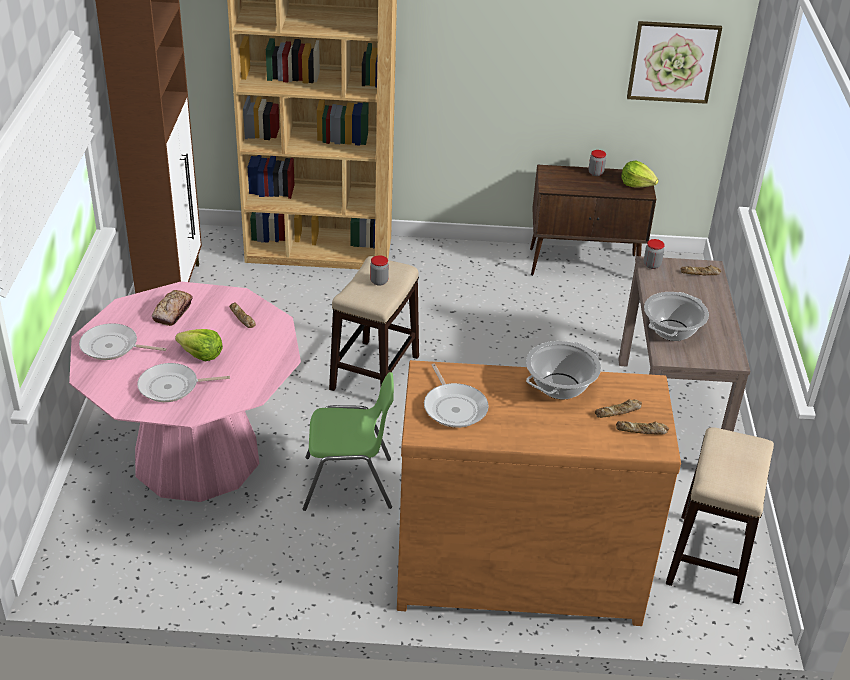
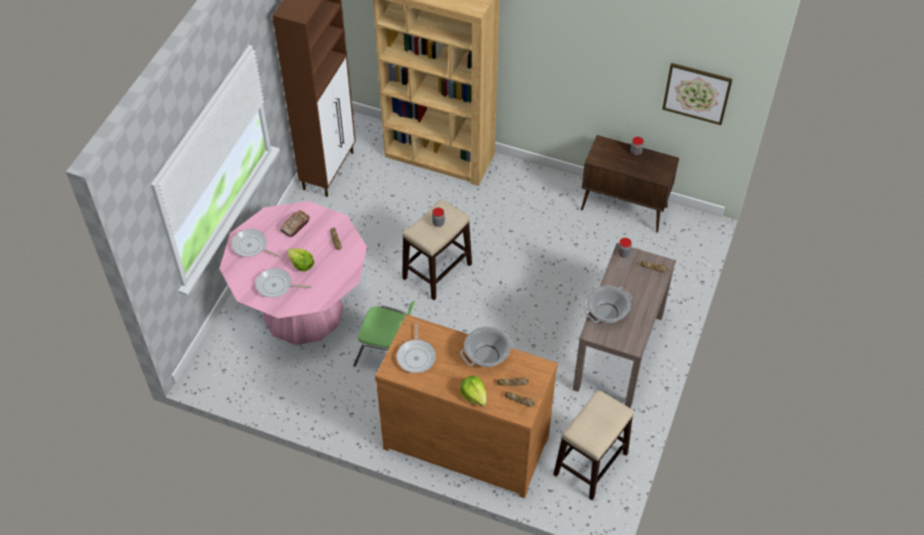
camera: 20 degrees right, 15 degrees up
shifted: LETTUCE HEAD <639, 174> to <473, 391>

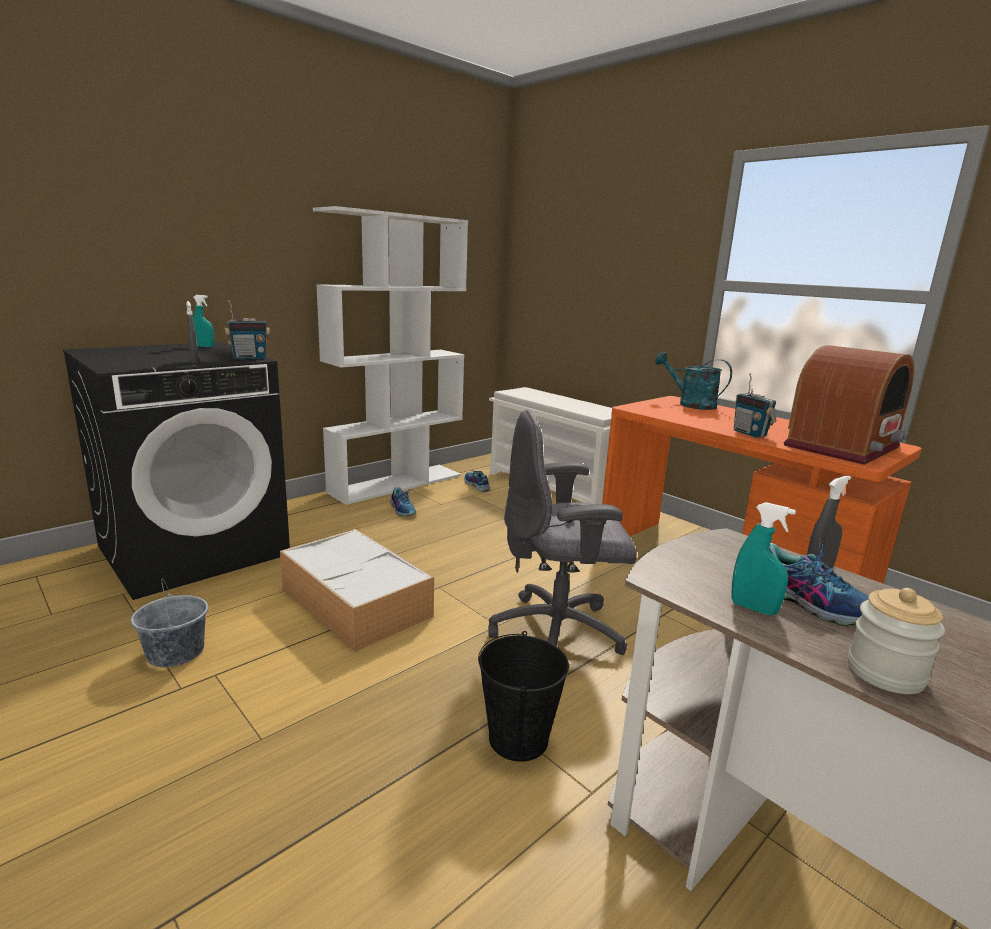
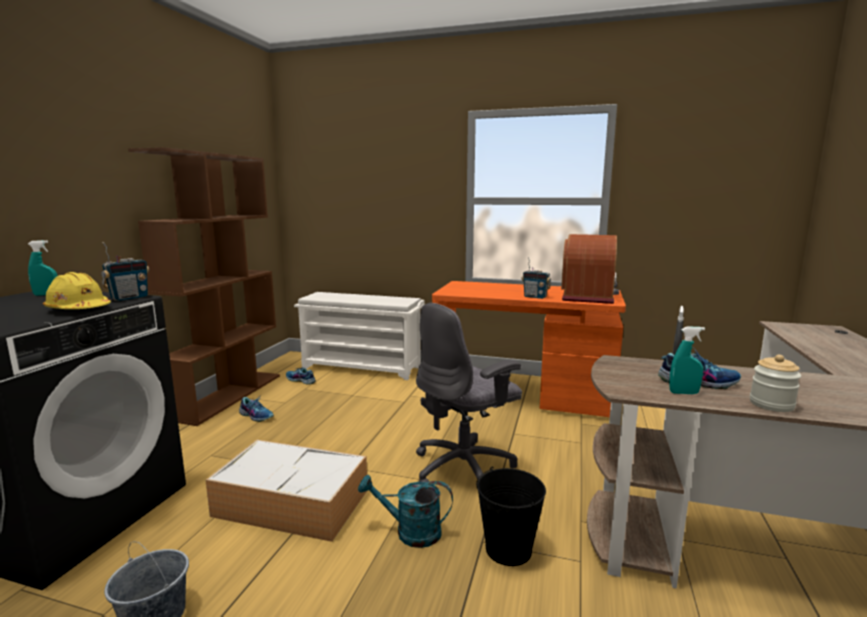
camera: 30 degrees left, 5 degrees down
shifted: BLUE-GREEN SPRINKLING CAN <693, 381> to <405, 511>
swapped: GREYISH SPRAYER <192, 332> to YELLOW WORK HELMET <77, 290>
repainted: WHITISH BOOKCASE <390, 355> to BROWNISH BOOKCASE <204, 286>

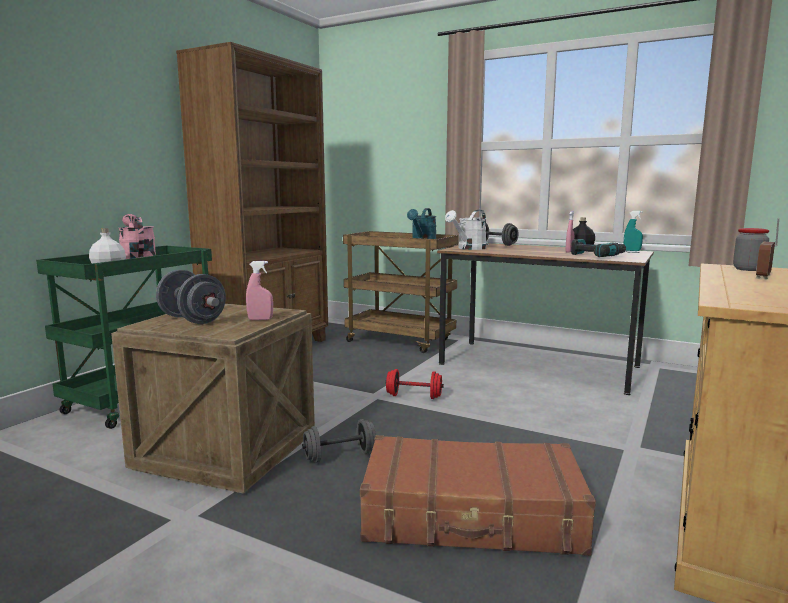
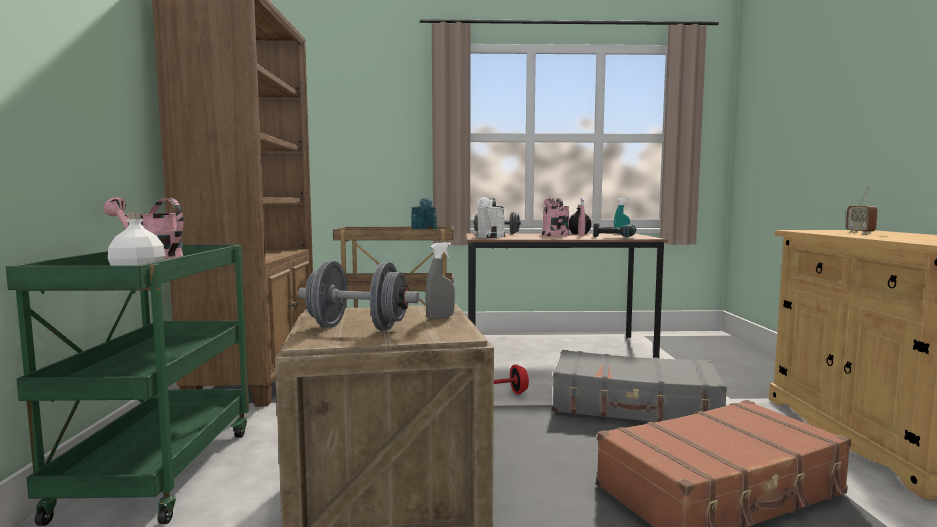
camera: 30 degrees left, 5 degrees down
gone: GREYISH FREE WEIGHT <339, 441>; JAR <751, 249>
new: PINK SPRINKLING CAN <556, 217>; GREYISH PIECE OF LUGGAGE <640, 386>
repainted: PINK SPRAYER <259, 290> to GREYISH SPRAYER <440, 281>

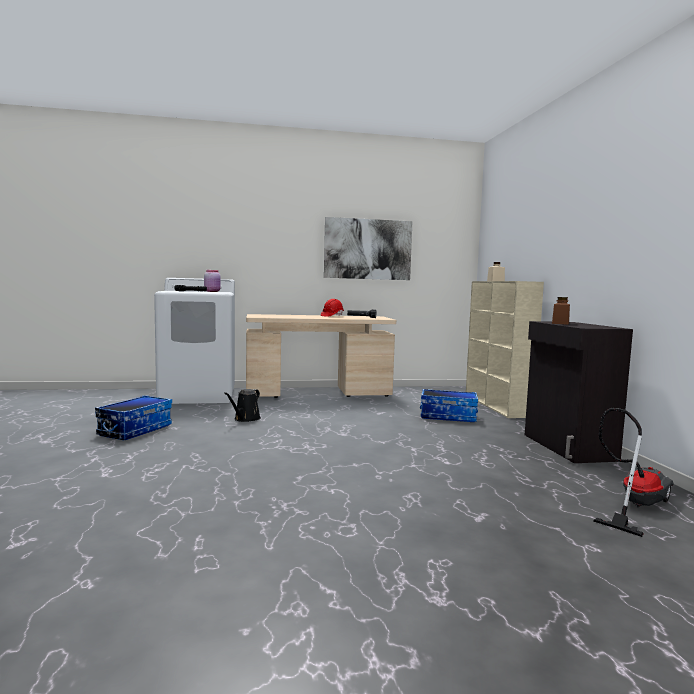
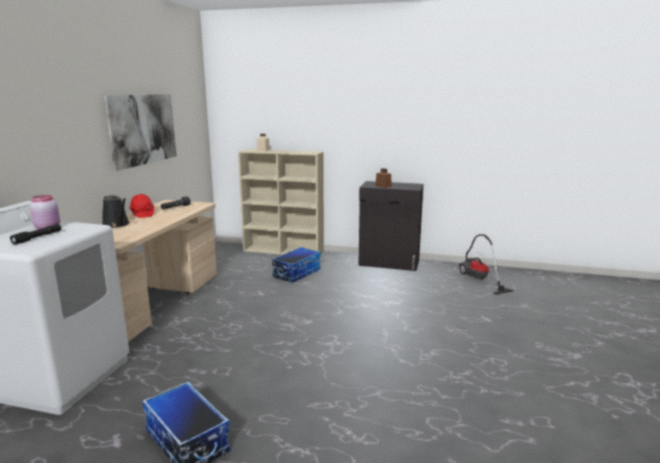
camera: 65 degrees left, 10 degrees up
shifted: BLACKISH SPRINKLING CAN <242, 405> to <115, 211>

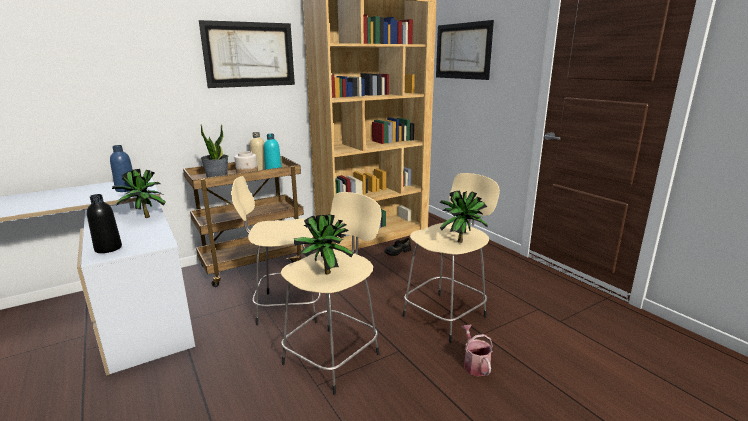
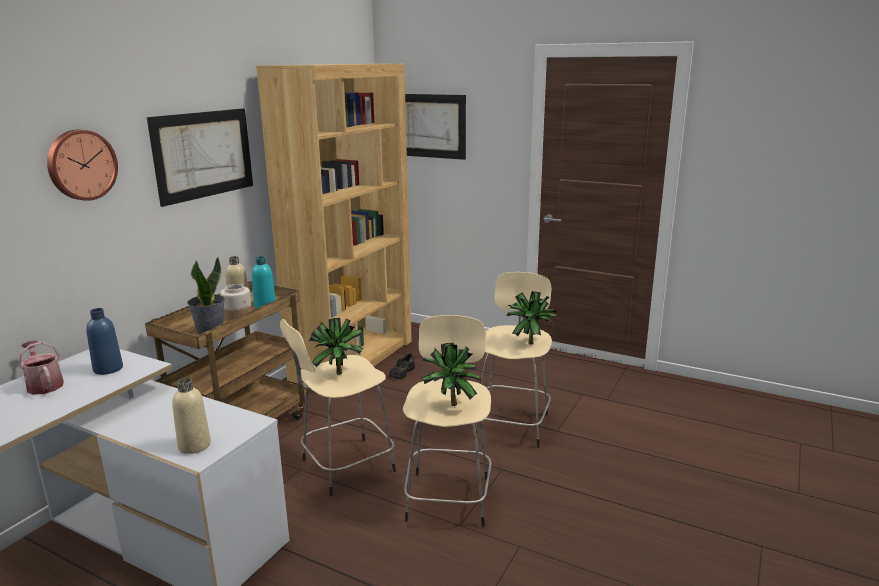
camera: 30 degrees left, 0 degrees up
new: HANGING CLOCK <82, 165>
shifted: SPRINKLING CAN <477, 350> to <41, 367>; POTTED PLANT <139, 193> to <336, 346>
repainted: BLACKISH BEVERAGE BOTTLE <104, 223> to BEIGE BEVERAGE BOTTLE <191, 416>

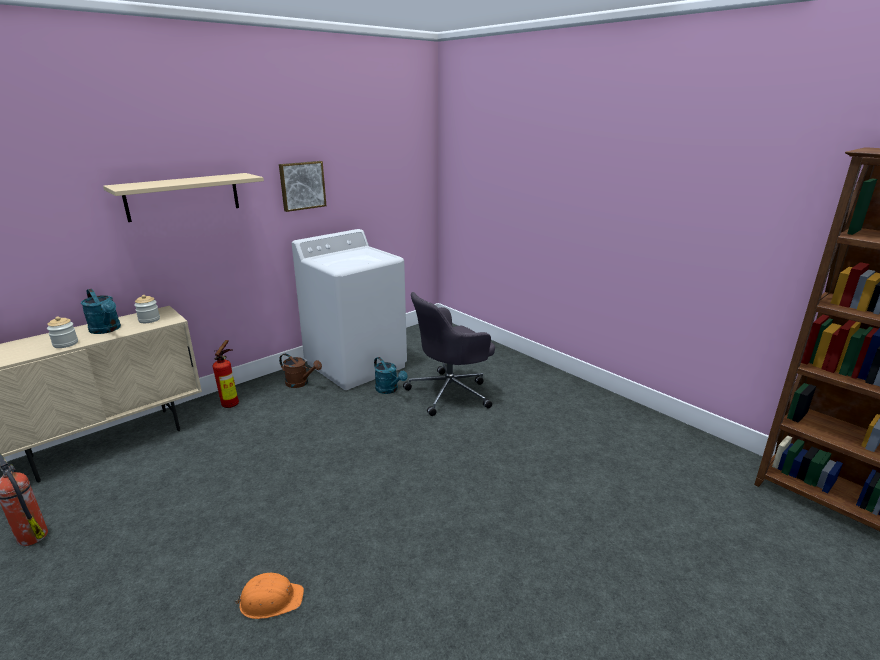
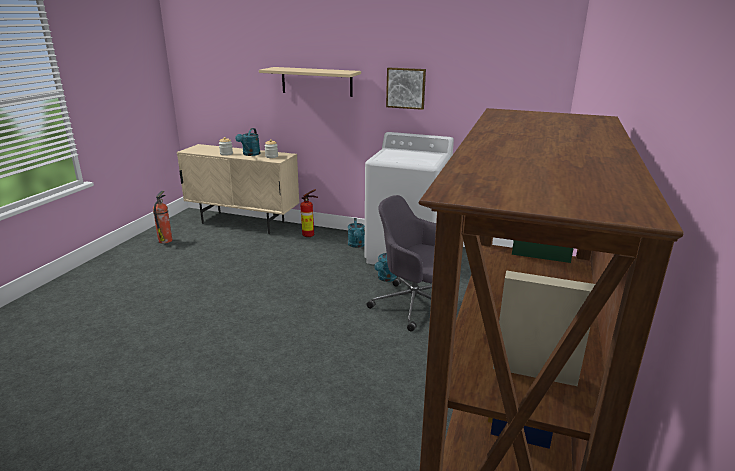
camera: 60 degrees right, 0 degrees up
gone: ORANGE WORK HELMET <269, 596>
repainted: BROWNISH SPRINKLING CAN <300, 371> to BLUE-GREEN SPRINKLING CAN <356, 233>

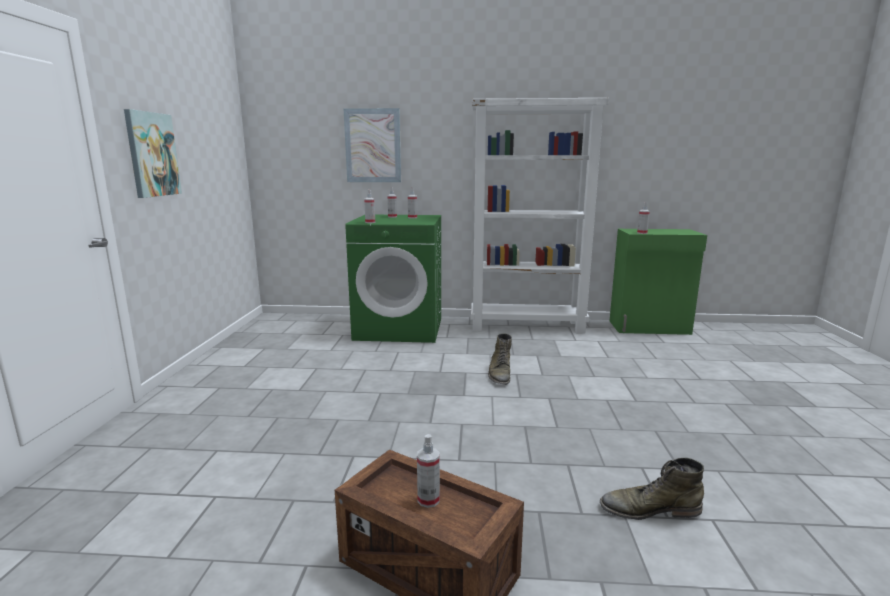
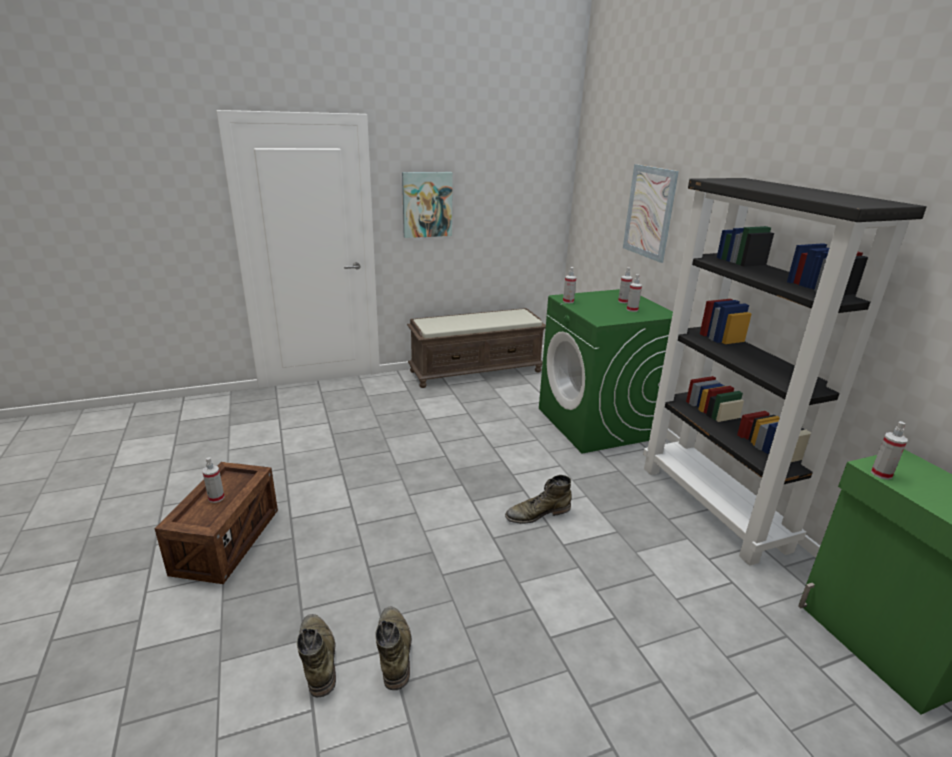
camera: 65 degrees right, 10 degrees up
new: GREENISH TALL BOOT <393, 648>; BROWNISH BENCH <476, 348>
repainted: WHITISH BOOKCASE <540, 216> to BLACKISH BOOKCASE <785, 372>

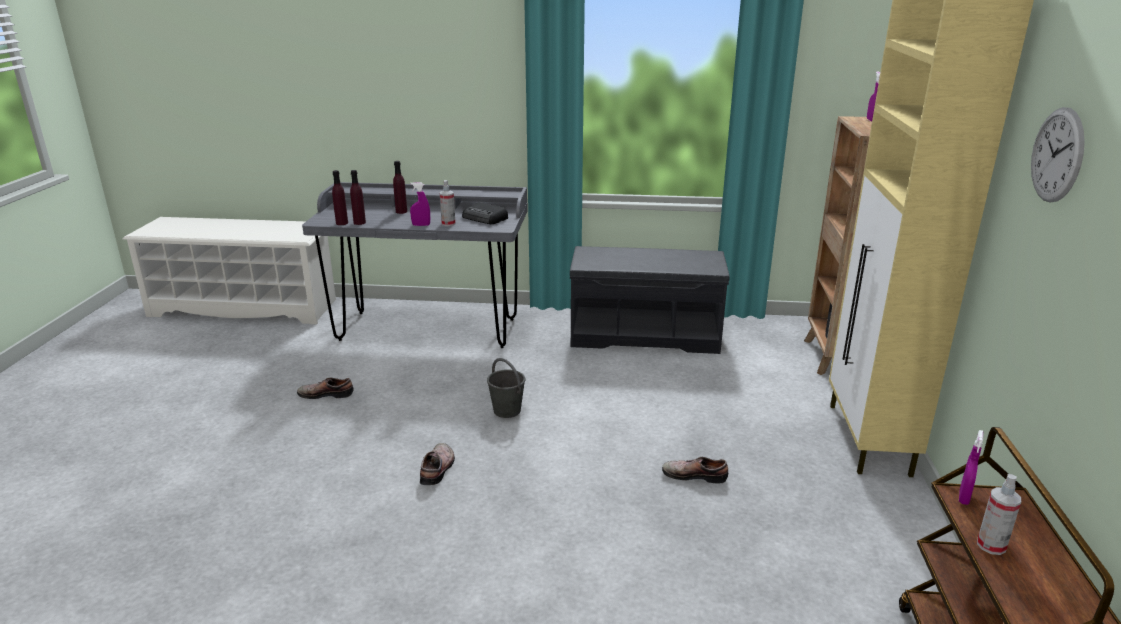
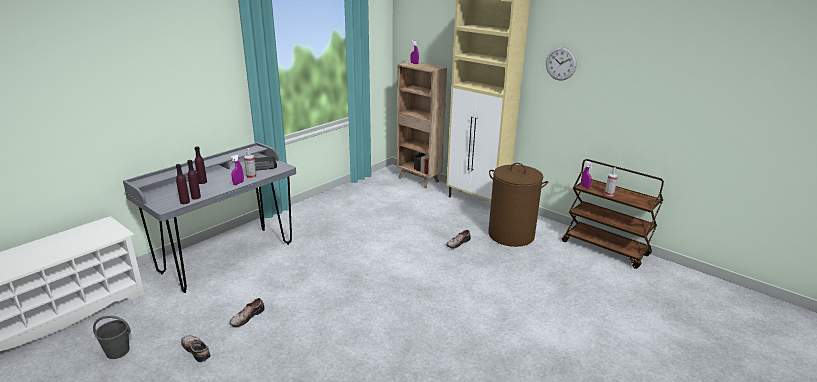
camera: 55 degrees left, 0 degrees up
gone: GREYISH BENCH <650, 300>
new: BROWNISH HAMPER <518, 205>
shifted: GREYISH BUCKET <506, 388> to <112, 337>; ITEM OF FOOTWEAR <437, 464> to <196, 349>

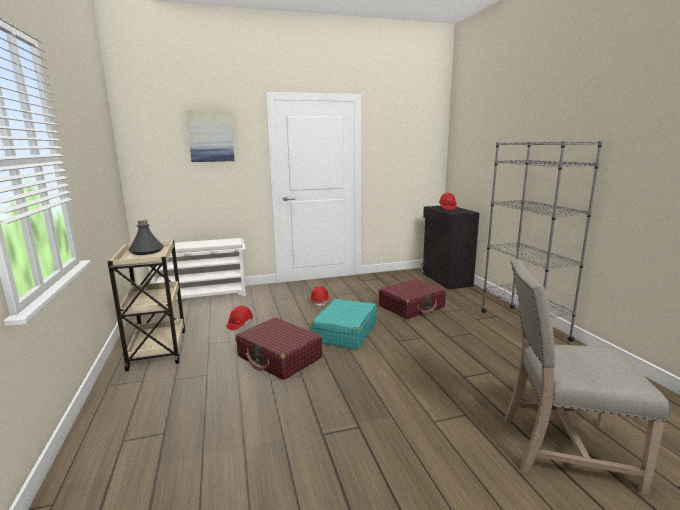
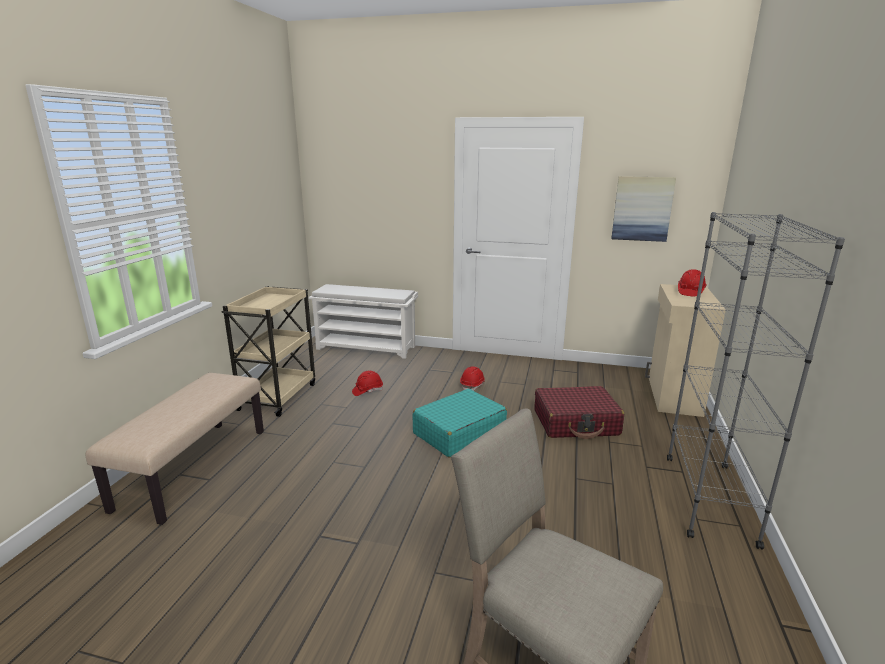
camera: 30 degrees right, 5 degrees up
gone: GREYISH BEVERAGE BOTTLE <146, 237>; RED PIECE OF LUGGAGE <279, 348>
new: BEIGE BENCH <174, 449>
shifted: PICTURE <210, 136> to <643, 209>
repainted: BLACKISH STORAGE CABINET <450, 248> to BEIGE STORAGE CABINET <685, 350>

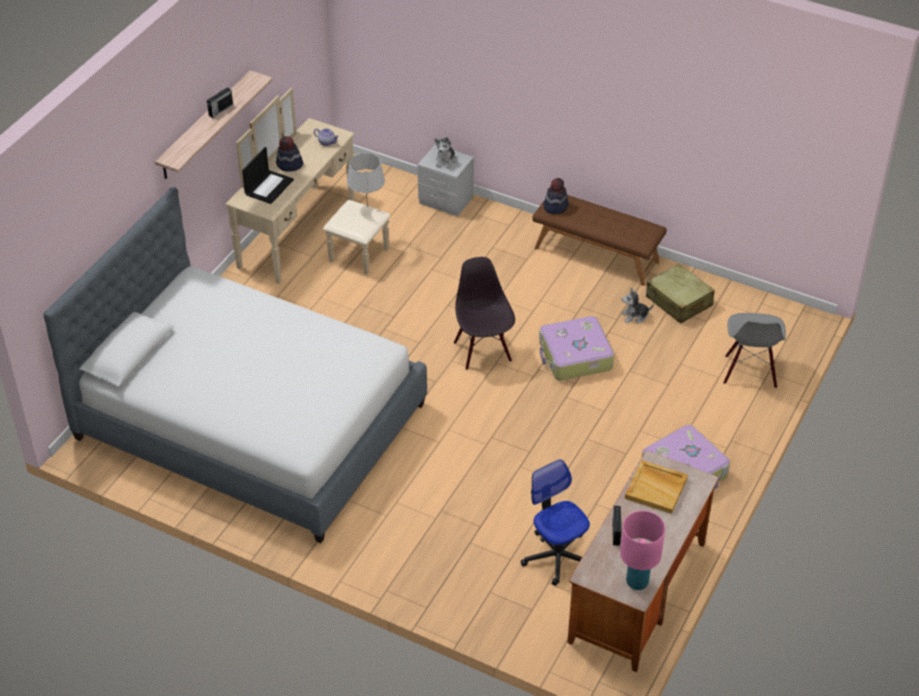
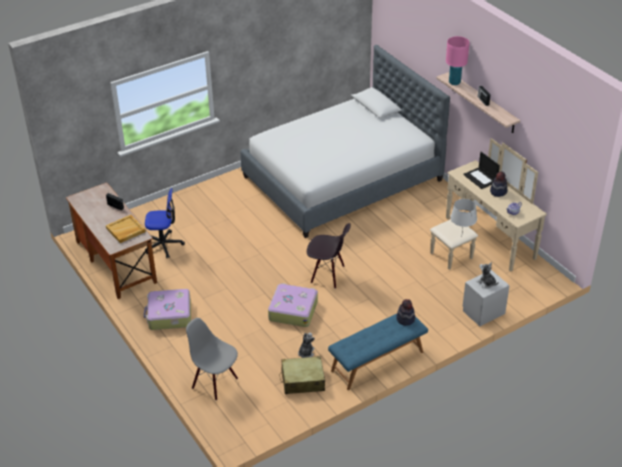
camera: 120 degrees right, 5 degrees down
shifted: PINK TABLETOP LAMP <642, 550> to <458, 60>
repainted: BROWNISH BENCH <599, 240> to BLUE-COLOURED BENCH <378, 352>

